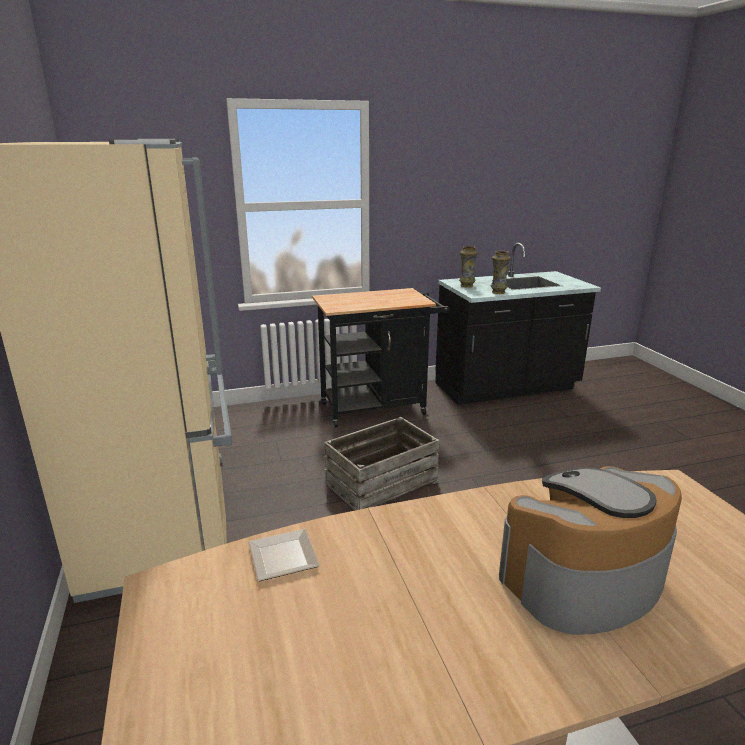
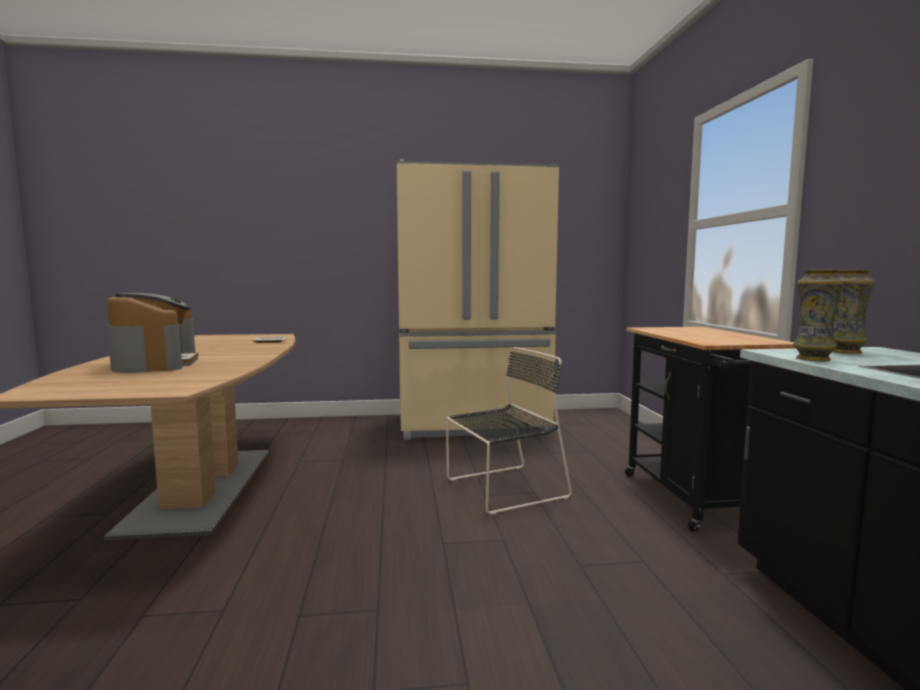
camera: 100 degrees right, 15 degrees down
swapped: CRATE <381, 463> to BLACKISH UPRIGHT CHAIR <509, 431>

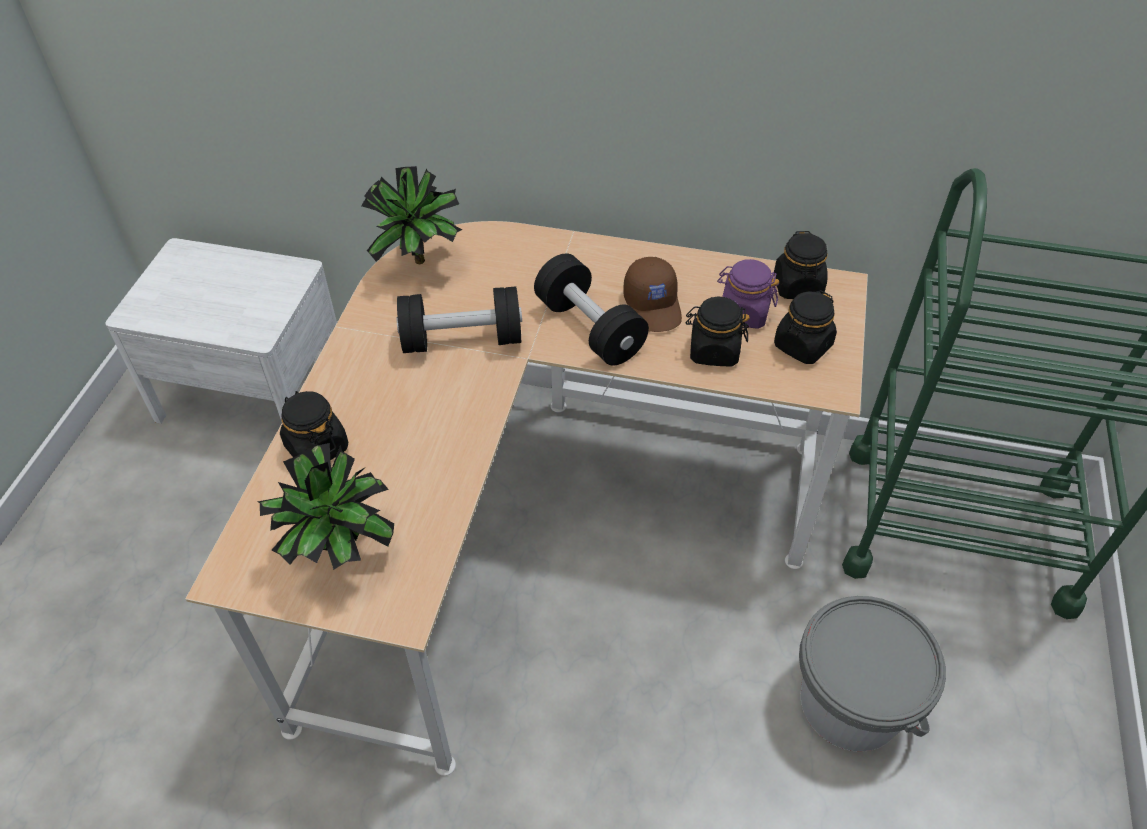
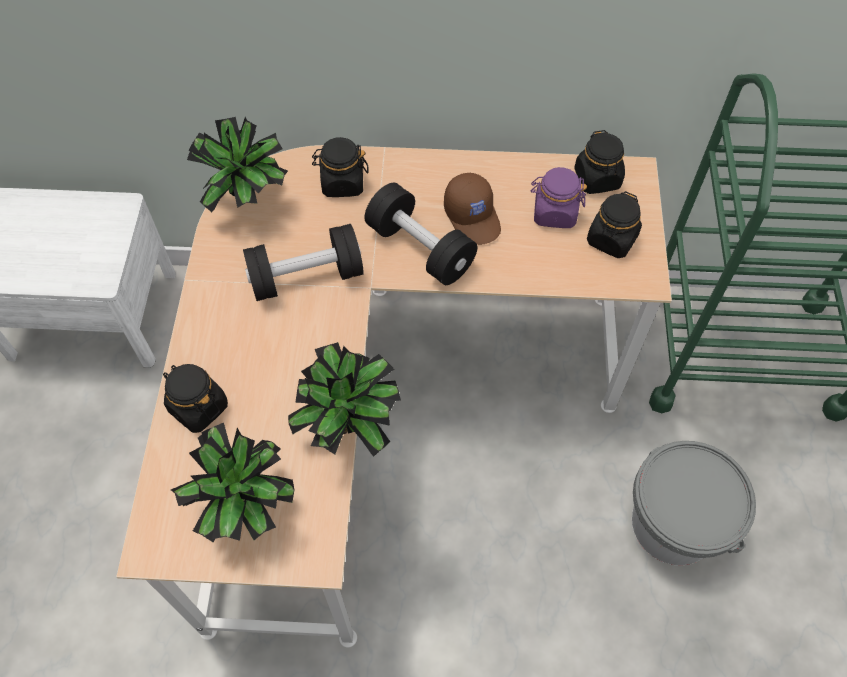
camera: 10 degrees left, 10 degrees up
new: POTTED PLANT <344, 399>
shifted: BLACKISH JAR <718, 331> to <340, 167>

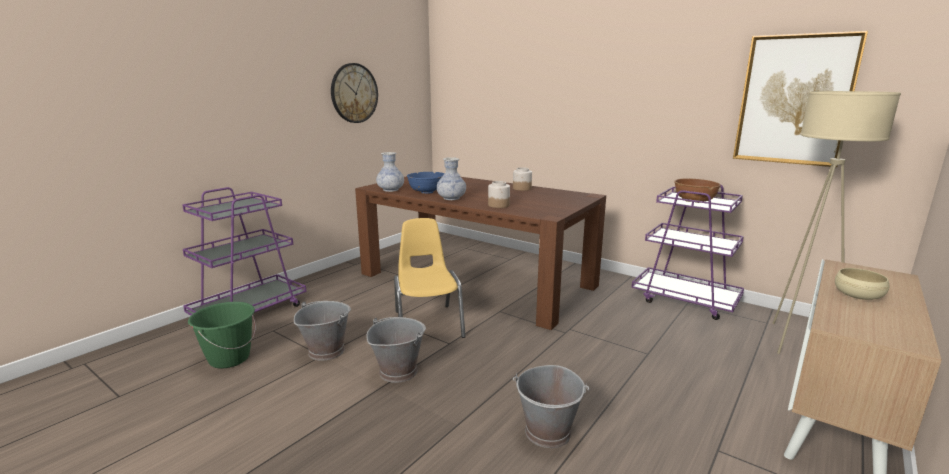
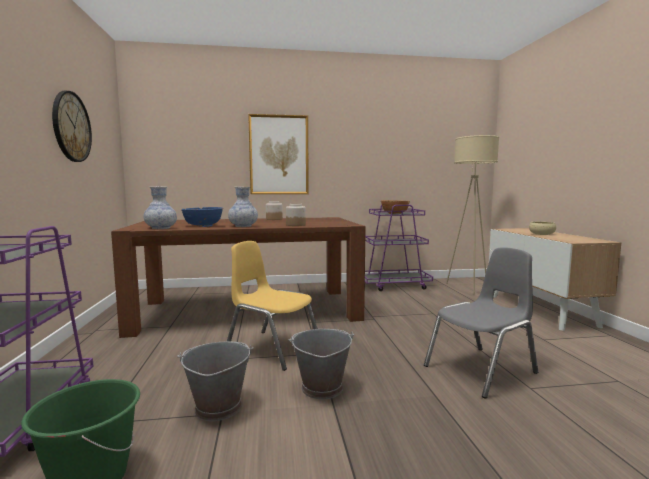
camera: 45 degrees left, 10 degrees down
shifted: PICTURE <800, 99> to <278, 154>
swapped: GREYISH BUCKET <551, 406> to GREYISH UPRIGHT CHAIR <481, 323>

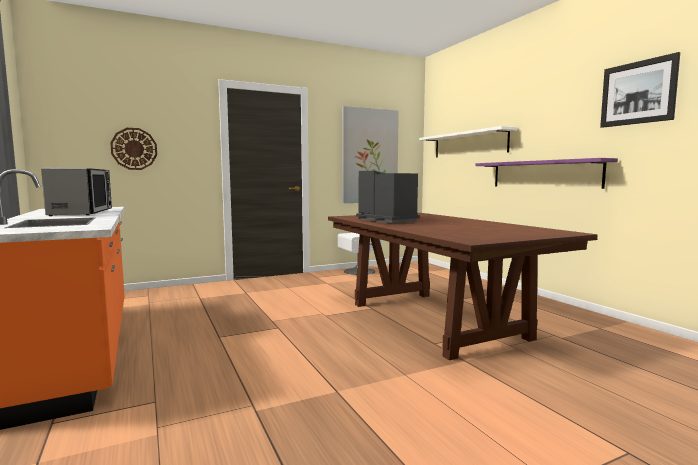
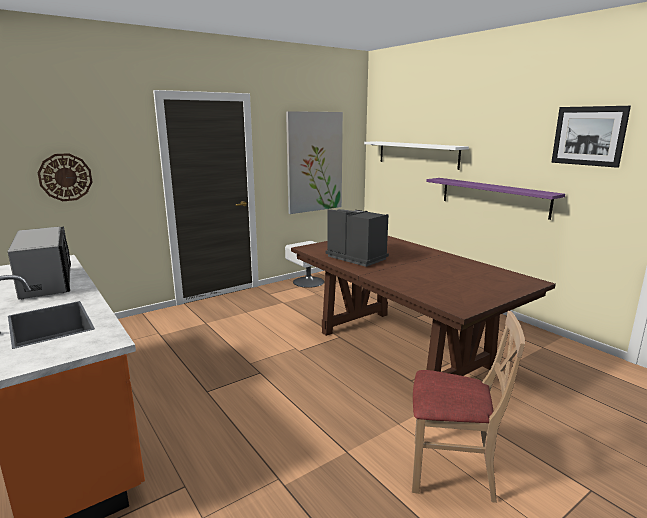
camera: 10 degrees left, 10 degrees up
new: BEIGE UPRIGHT CHAIR <468, 407>

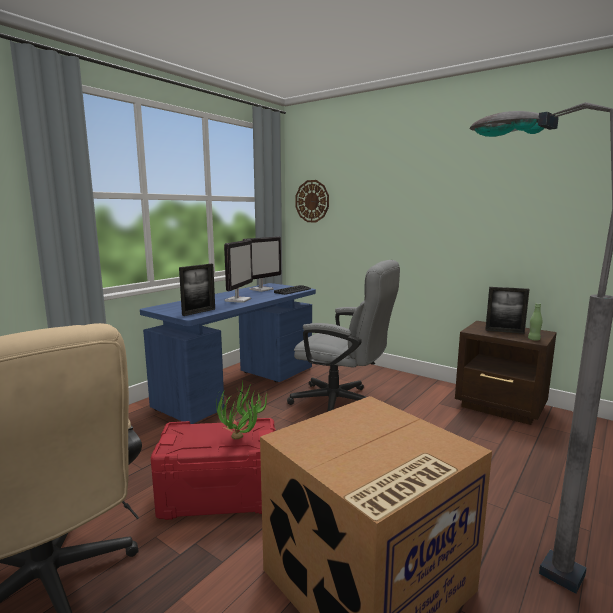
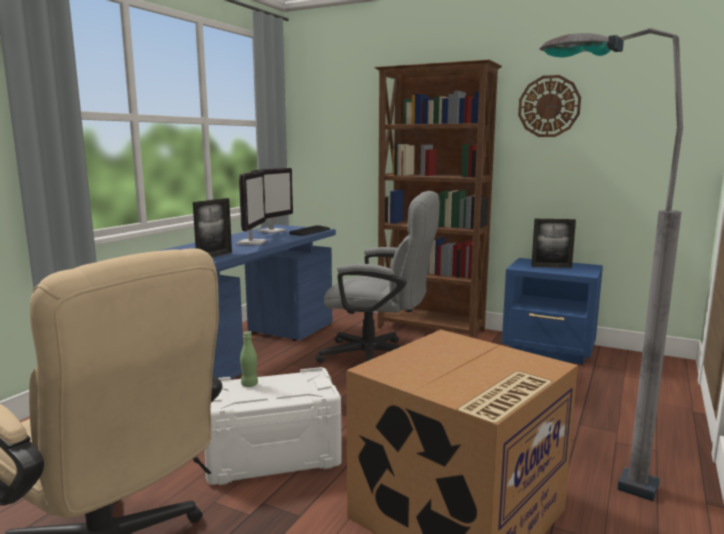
camera: 10 degrees left, 0 degrees up
gone: POTTED PLANT <241, 410>
new: BROWNISH BOOKCASE <438, 199>
shifted: GREENISH BEVERAGE BOTTLE <535, 322> to <249, 359>; HANGING CLOCK <312, 201> to <549, 106>
repainted: RED STORAGE BIN <213, 469> to WHITISH STORAGE BIN <273, 426>; BROWNISH BEDSIDE TABLE <506, 373> to BLUE-COLOURED BEDSIDE TABLE <552, 311>

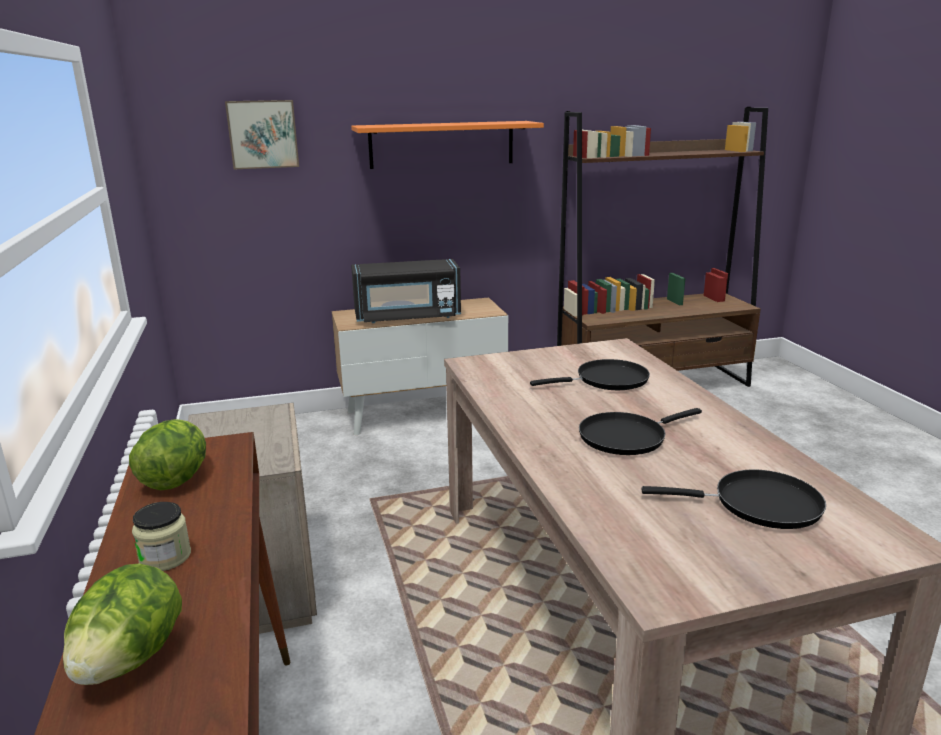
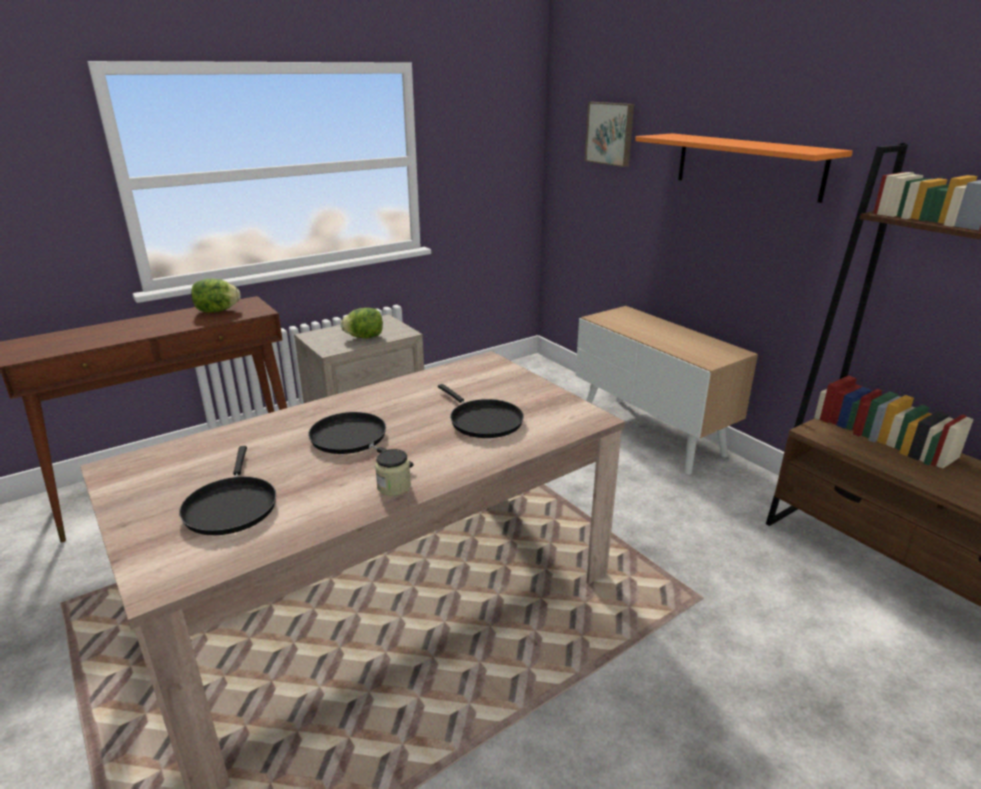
camera: 70 degrees right, 5 degrees up
gone: BLACKISH KITCHEN MICROWAVE <406, 291>
shifted: LETTUCE HEAD <122, 624> to <362, 323>; JAR <161, 536> to <393, 472>

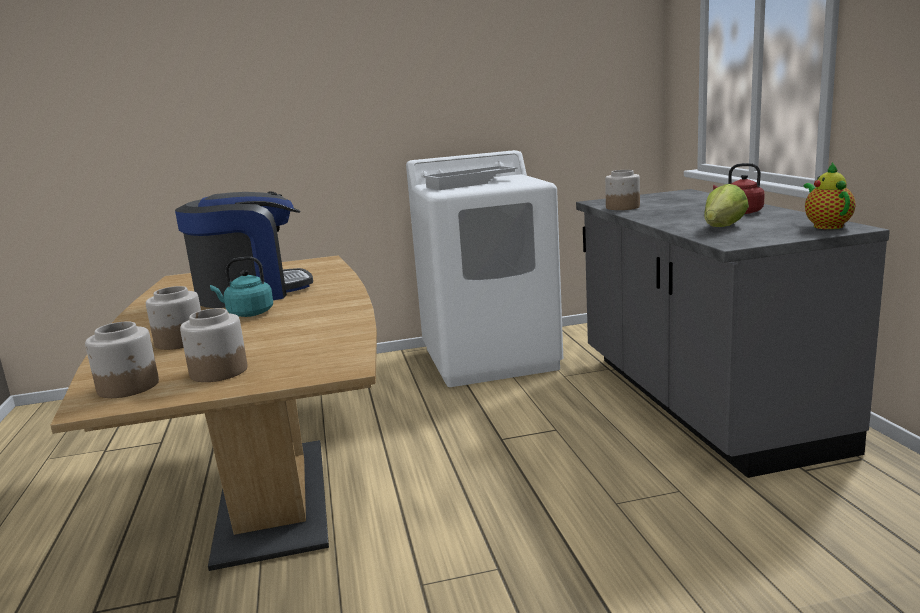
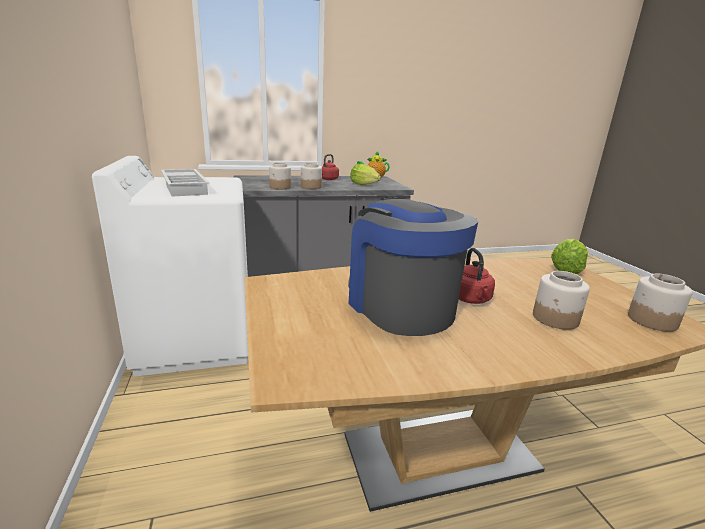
camera: 95 degrees left, 5 degrees up
new: LETTUCE HEAD <569, 256>
shifted: JAR <213, 345> to <311, 176>
repainted: BLUE-GREEN KETTLE <241, 287> to RED KETTLE <477, 276>

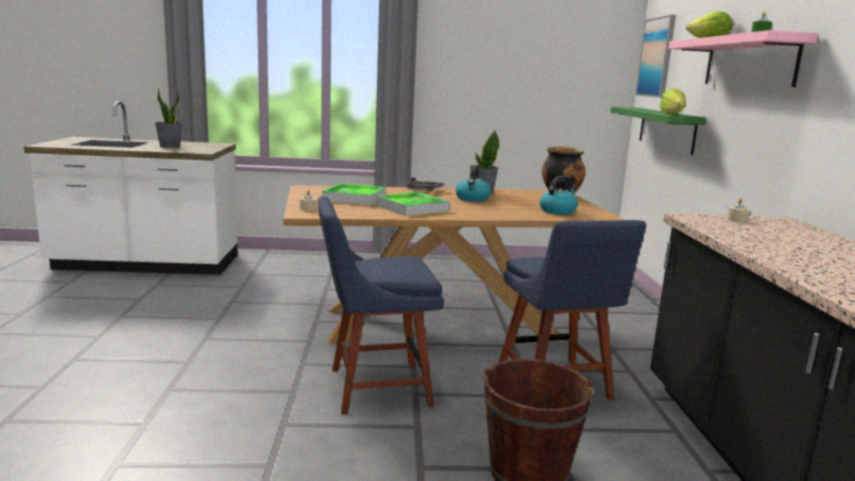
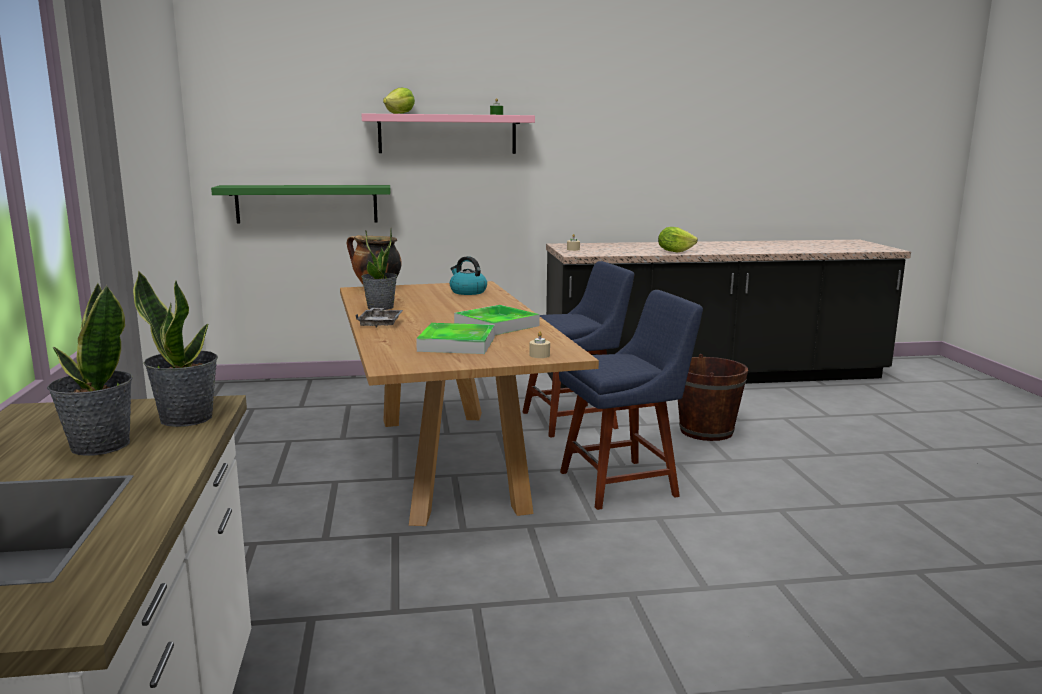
camera: 95 degrees left, 0 degrees up
gone: KETTLE <473, 183>; PICTURE <656, 56>
new: POTTED PLANT <175, 349>
shifted: LETTUCE HEAD <673, 101> to <678, 240>
rotated: BLUE-COLOURED UPRIGHT CHAIR <381, 305> = <631, 400> 90 degrees counterclockwise

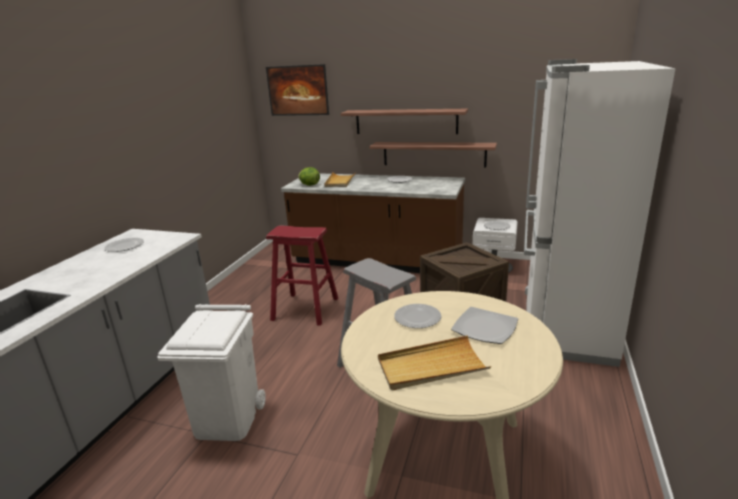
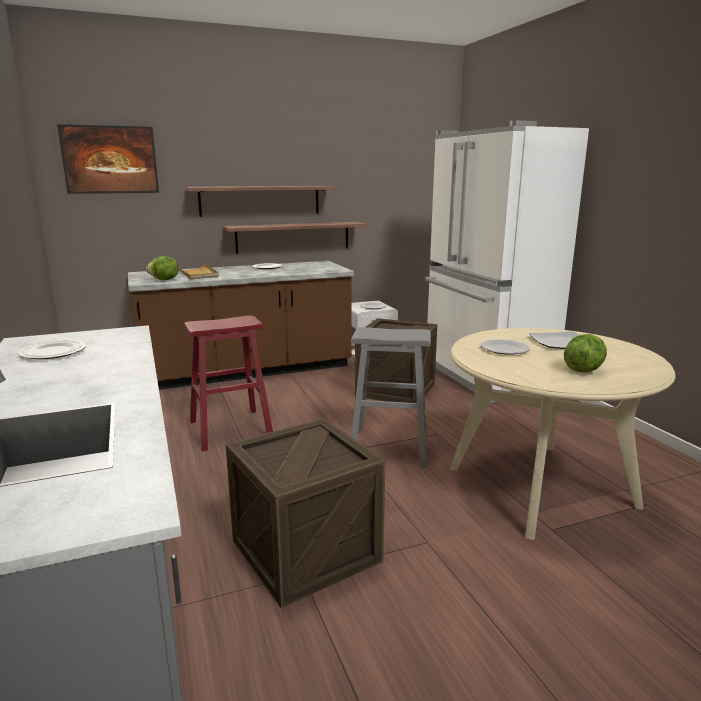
camera: 40 degrees left, 5 degrees down
swapped: WHITISH WASTE BIN <211, 372> to CRATE <305, 513>; BEIGE SERVING TRAY <434, 362> to LETTUCE HEAD <585, 353>

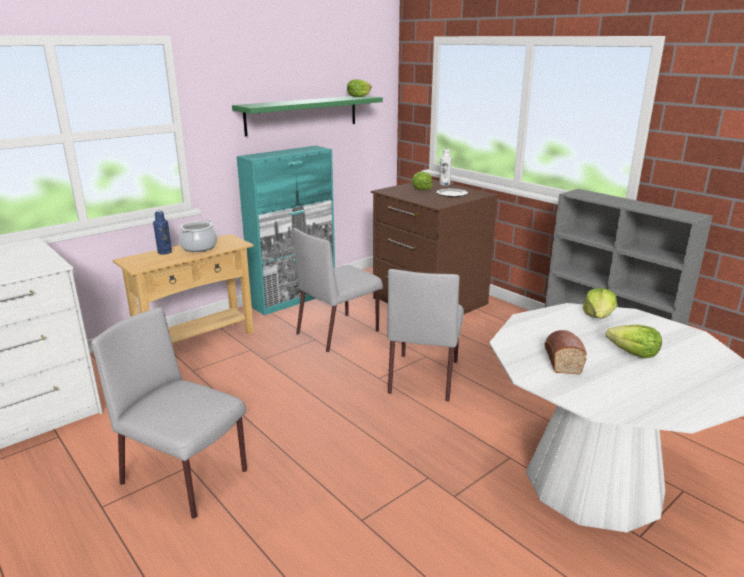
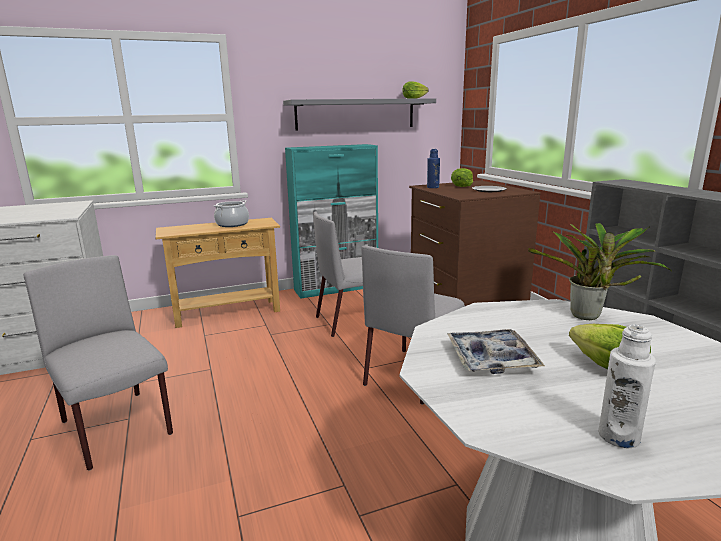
camera: 20 degrees right, 5 degrees down
shifted: BLUE-COLOURED BEVERAGE BOTTLE <162, 233> to <433, 168>; WHITISH BEVERAGE BOTTLE <445, 167> to <627, 386>
swapped: BAKERY BREAD <565, 352> to SERVING TRAY <496, 351>; LETTUCE HEAD <600, 303> to POTTED PLANT <600, 271>
repainted: GREENISH SHELF <307, 116> to GREYISH SHELF <359, 114>

